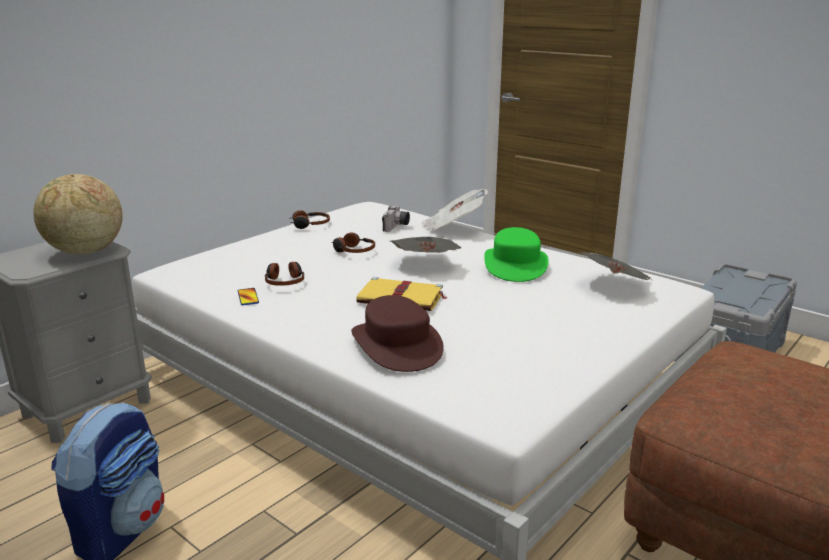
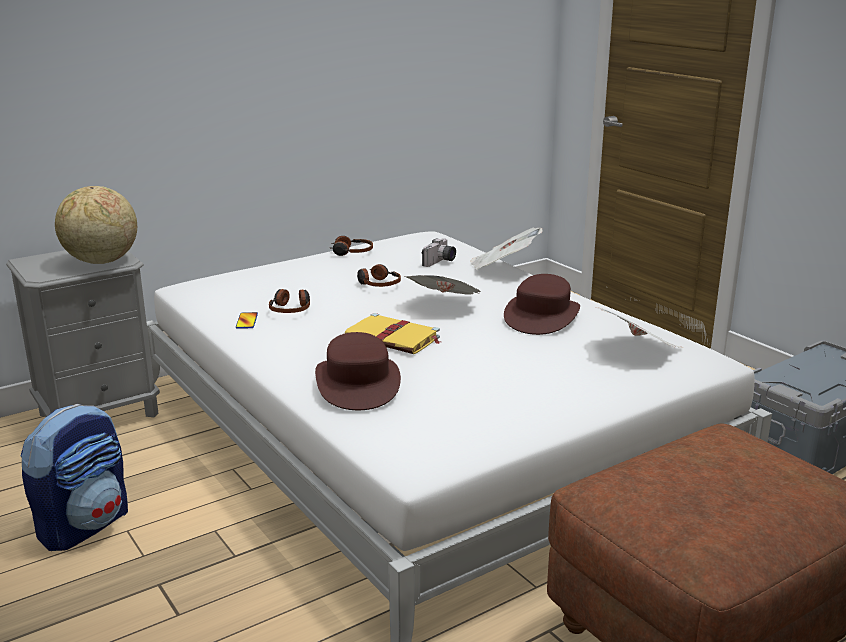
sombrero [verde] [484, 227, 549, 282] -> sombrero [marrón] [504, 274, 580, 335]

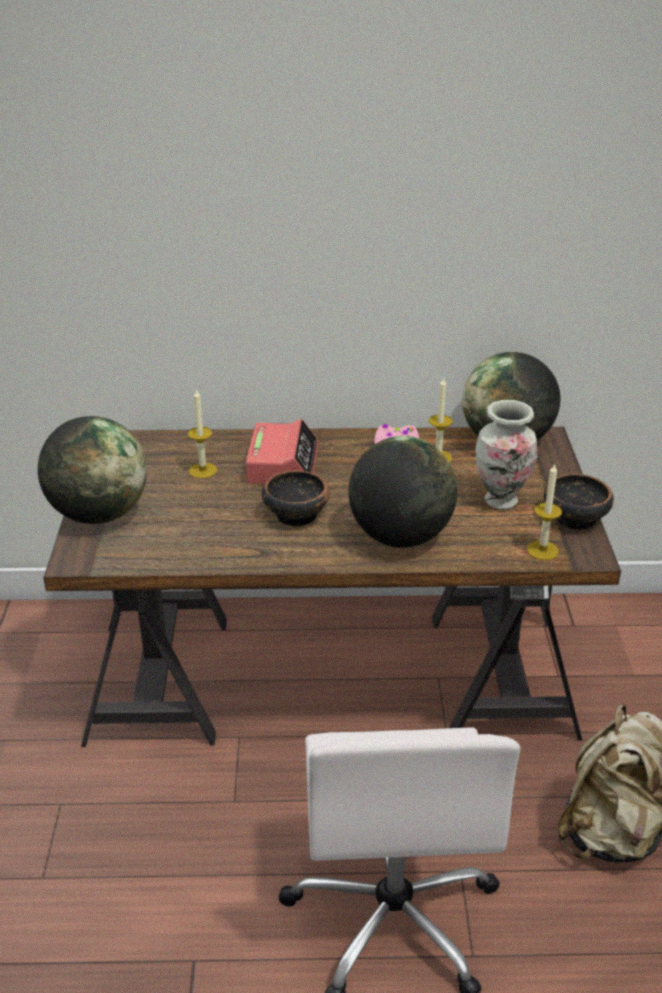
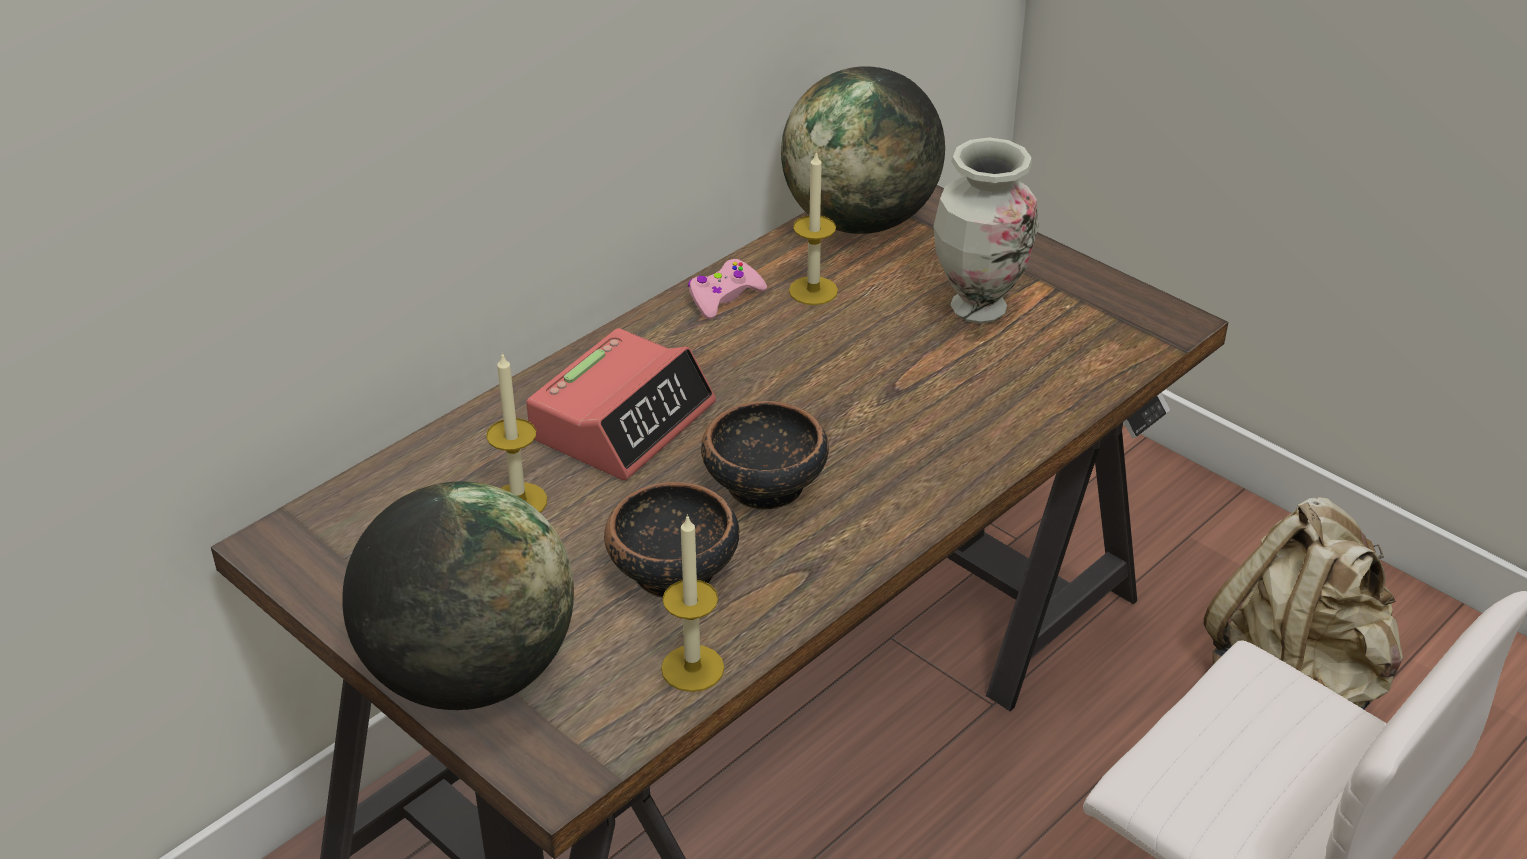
despertador [245, 419, 318, 484] -> despertador [526, 328, 716, 480], 75 degrees clockwise
globo terráqueo [348, 436, 457, 548] -> none
vela [527, 463, 562, 560] -> vela [661, 514, 725, 692], move
cuenco [544, 474, 614, 530] -> cuenco [604, 482, 739, 598], move

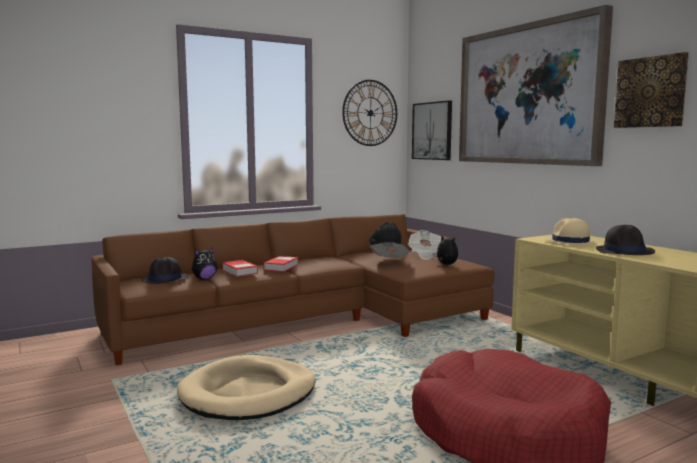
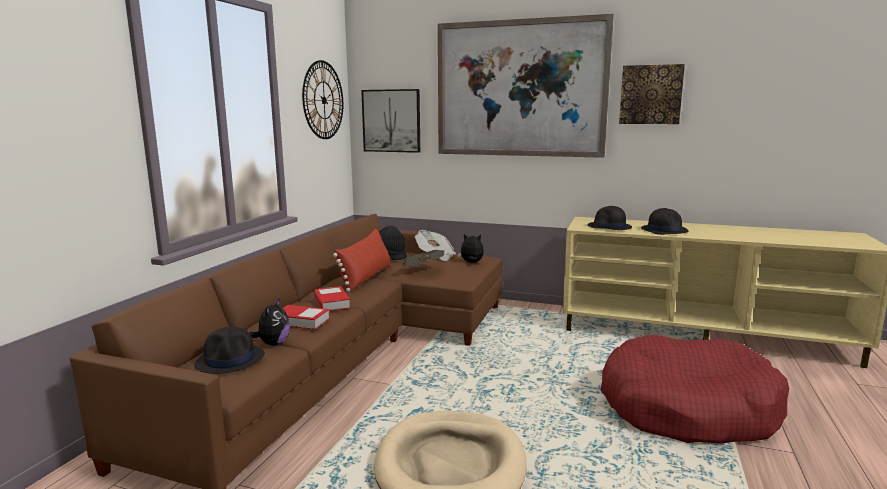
sombrero [beis] [545, 218, 597, 245] -> sombrero [negro] [588, 206, 632, 230]
none -> cojín [rojo] [333, 229, 391, 292]

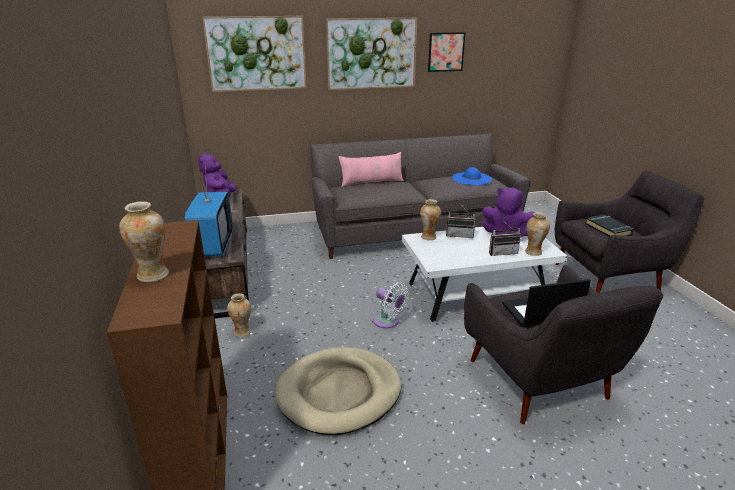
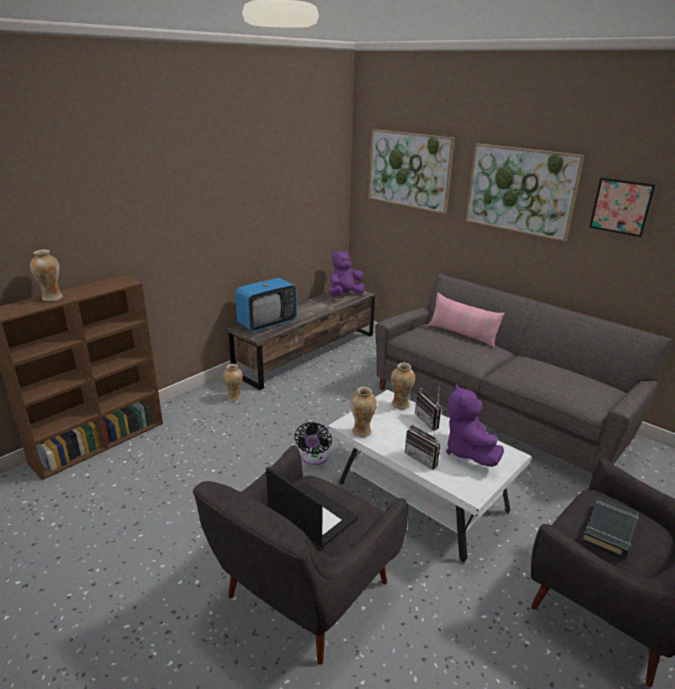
cama para perro [beis] [275, 347, 401, 435] -> none
ventilador [blanco] [373, 282, 409, 329] -> ventilador [negro] [294, 421, 332, 465]
sombrero [azul] [452, 167, 492, 185] -> none
florero [525, 212, 550, 256] -> florero [351, 387, 377, 437], move

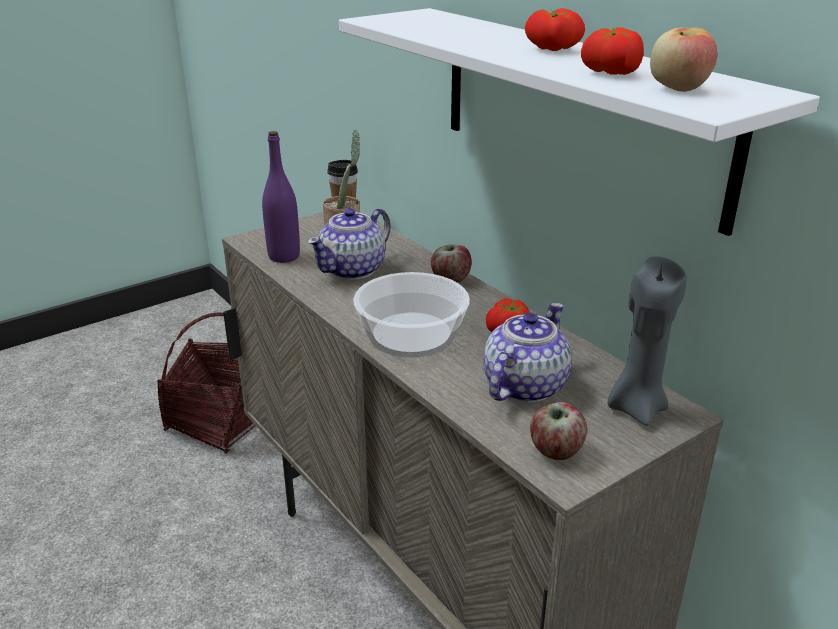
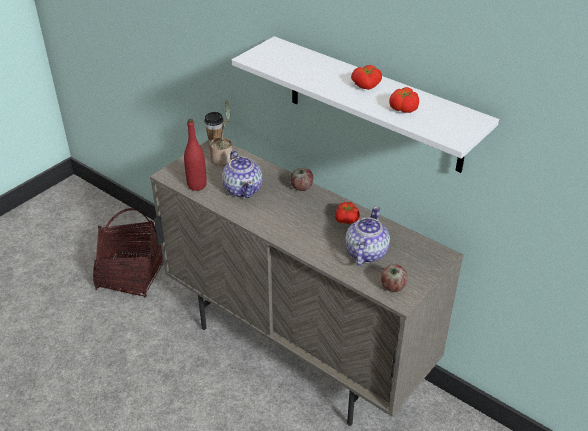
botella [morado] [262, 131, 300, 263] -> botella [rojo] [184, 119, 207, 191]
tetera [307, 208, 391, 280] -> tetera [222, 151, 263, 198], 45 degrees counterclockwise
cuenco [353, 272, 470, 358] -> none
vela [gris] [608, 256, 687, 426] -> none
manzana [650, 27, 717, 92] -> none

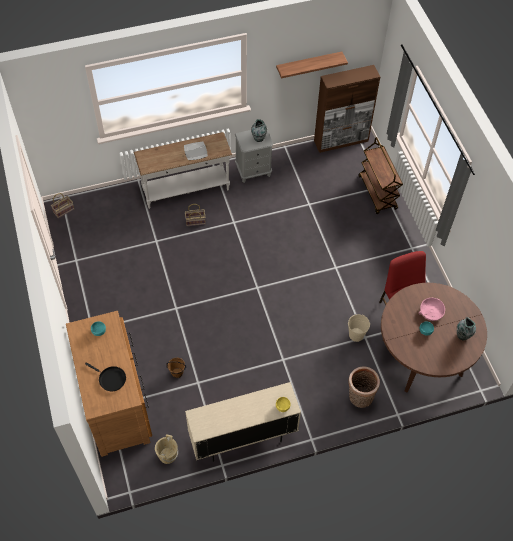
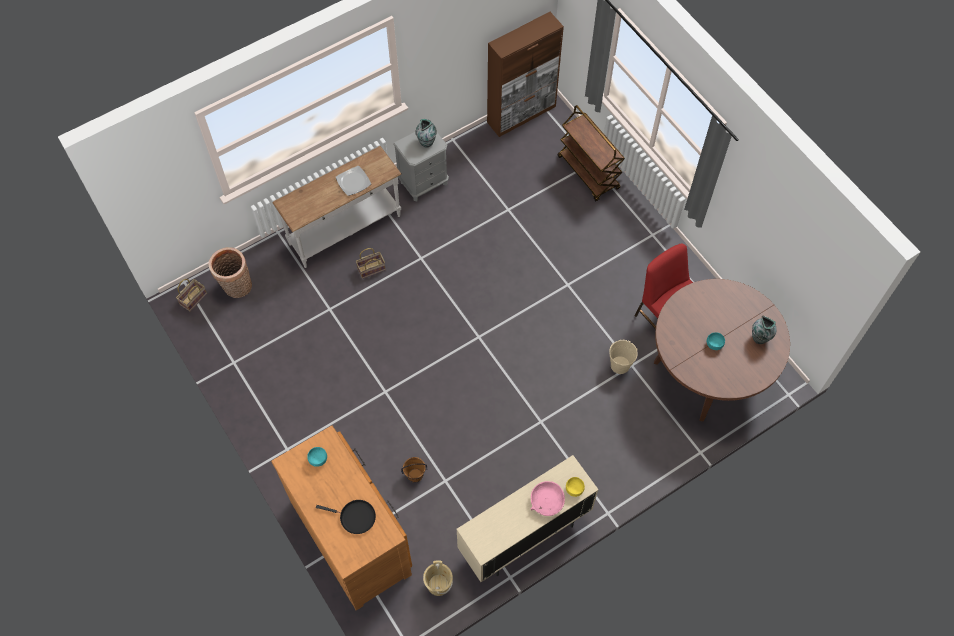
estante [276, 51, 348, 78] -> none
cesta [348, 366, 380, 408] -> cesta [209, 247, 252, 298], move
cuenco [rosa] [419, 298, 445, 321] -> cuenco [rosa] [530, 481, 565, 516], move

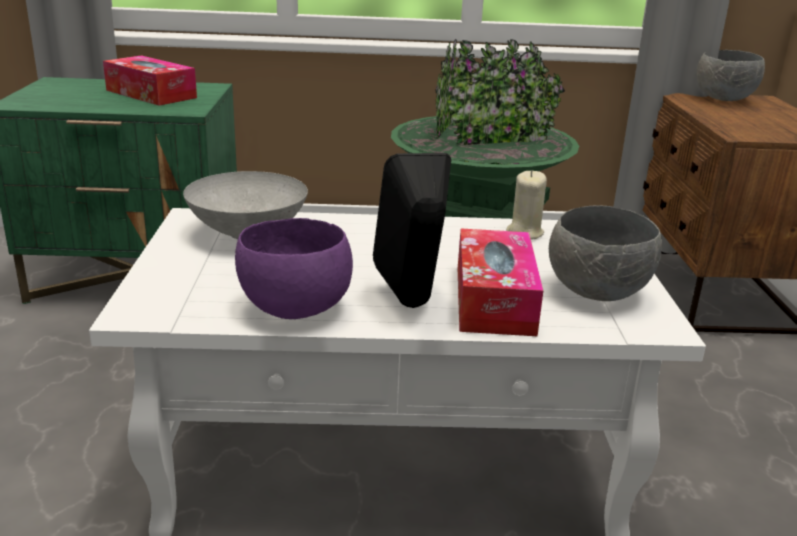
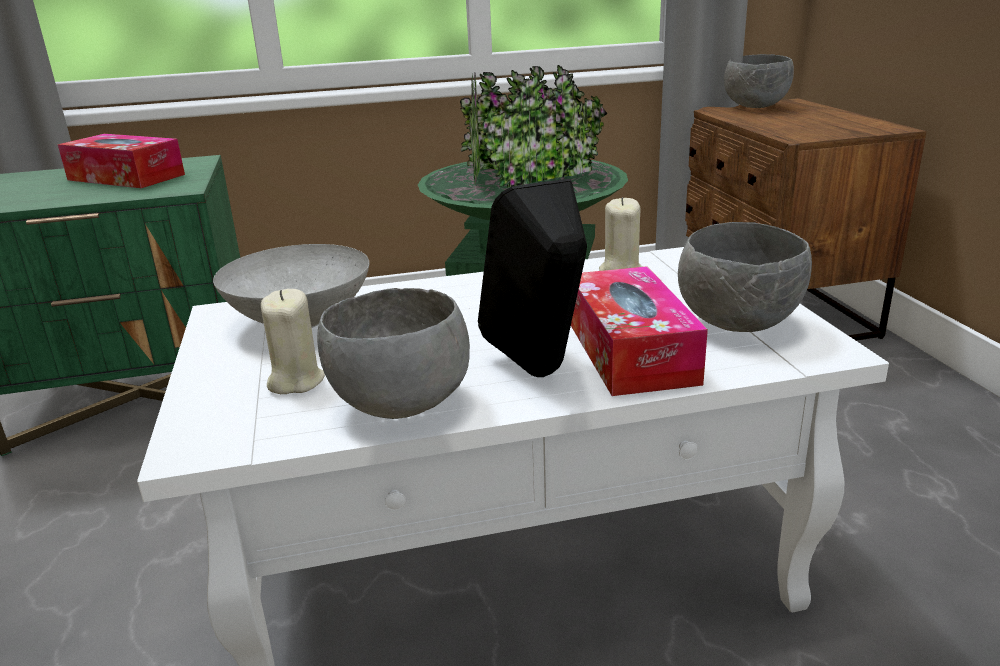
cuenco [morado] [235, 218, 353, 319] -> cuenco [gris] [317, 288, 470, 419]
none -> vela [beis] [261, 289, 325, 394]

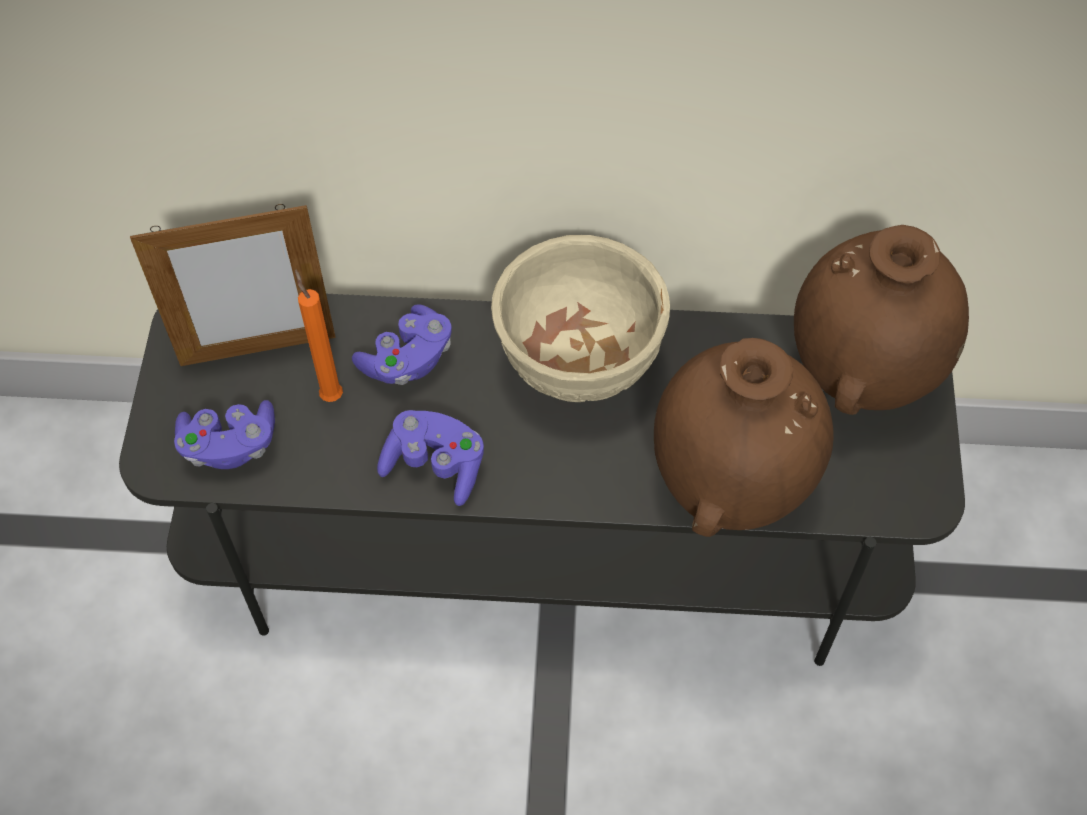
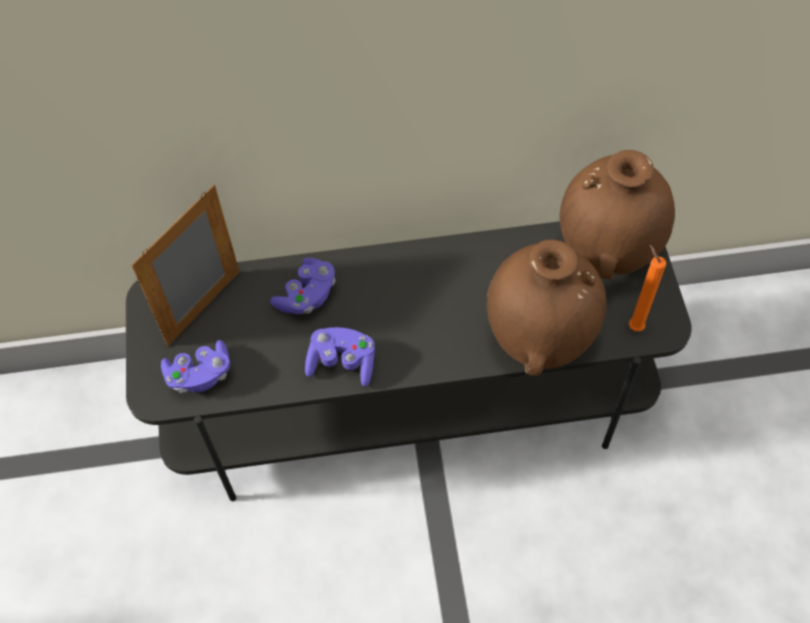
portarretratos [130, 204, 336, 366] -> portarretratos [132, 184, 239, 346], 150 degrees clockwise
vela [naranja] [295, 269, 343, 402] -> vela [naranja] [629, 245, 666, 331], move
cuenco [beis] [491, 235, 670, 402] -> none

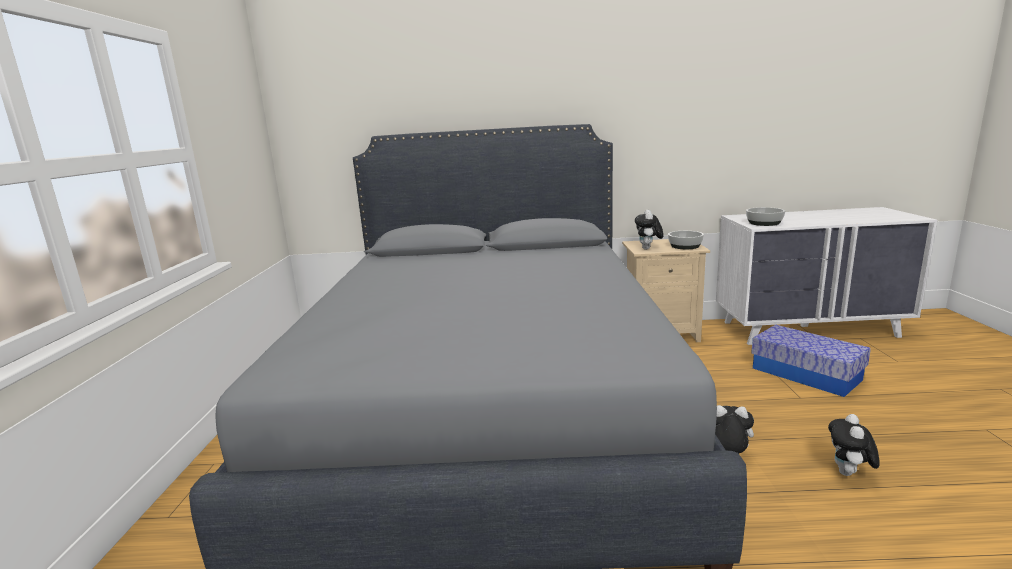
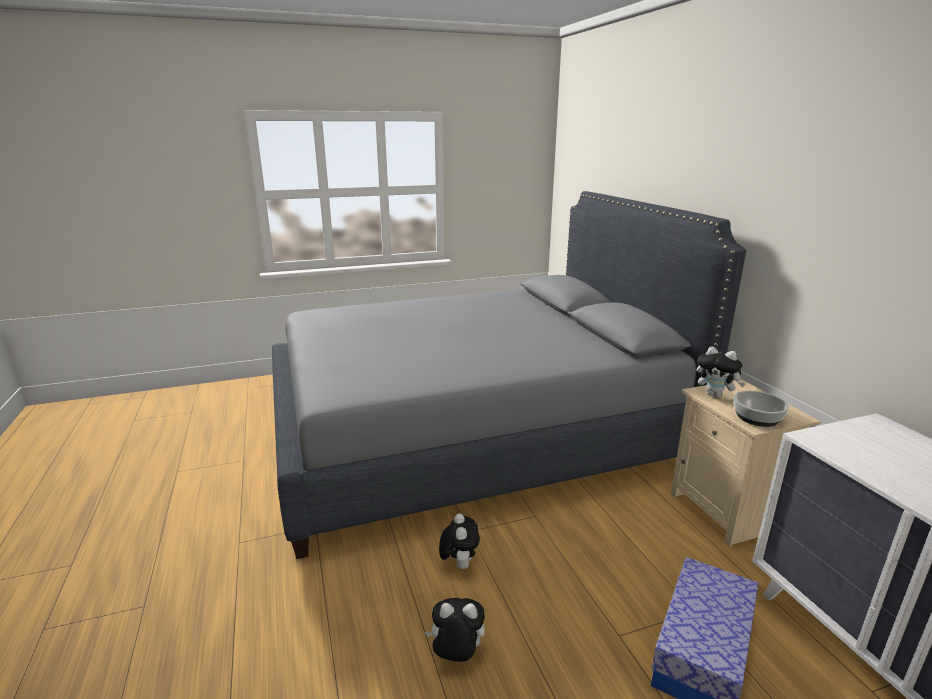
peluche [635, 210, 663, 249] -> peluche [697, 346, 745, 398], 135 degrees counterclockwise
cuenco [746, 207, 785, 226] -> none

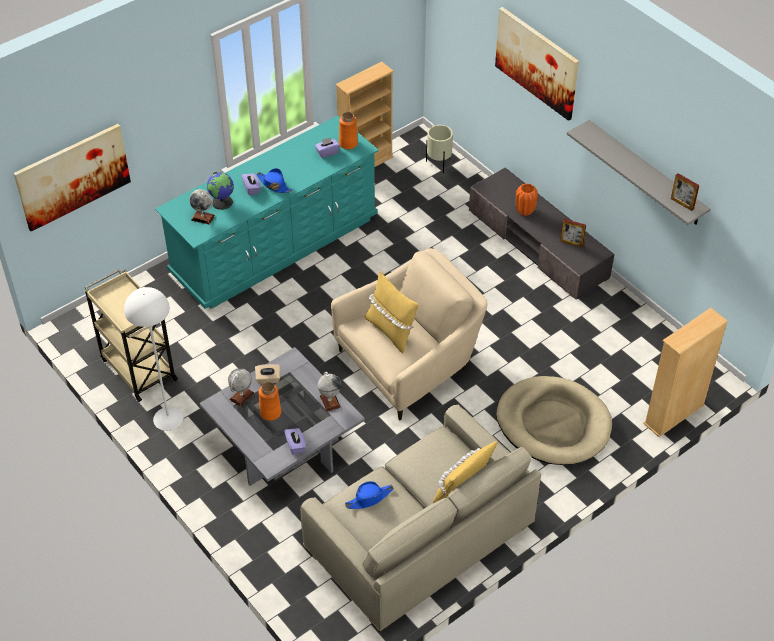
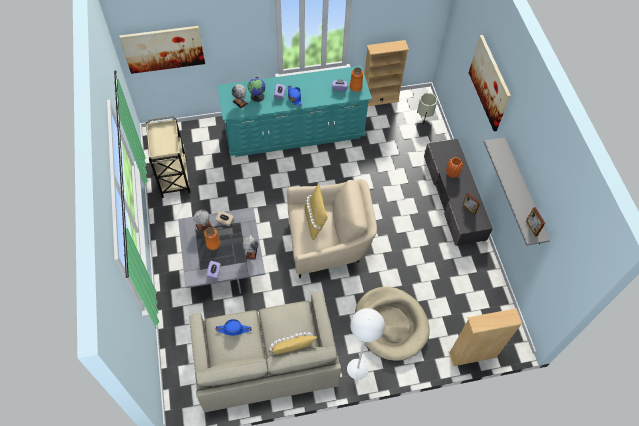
lámpara de pie [blanco] [124, 287, 184, 431] -> lámpara de pie [blanco] [347, 308, 385, 380], move

